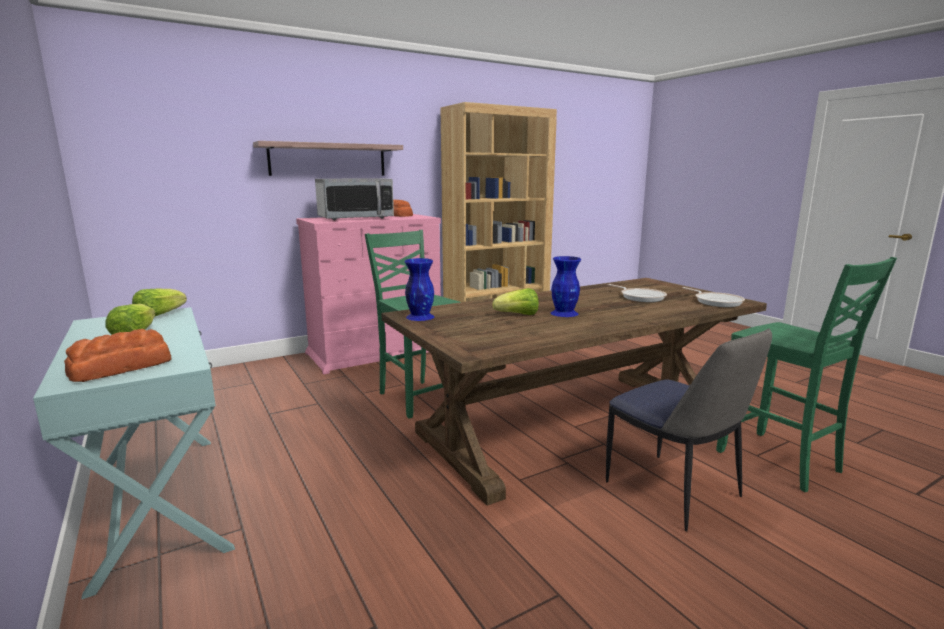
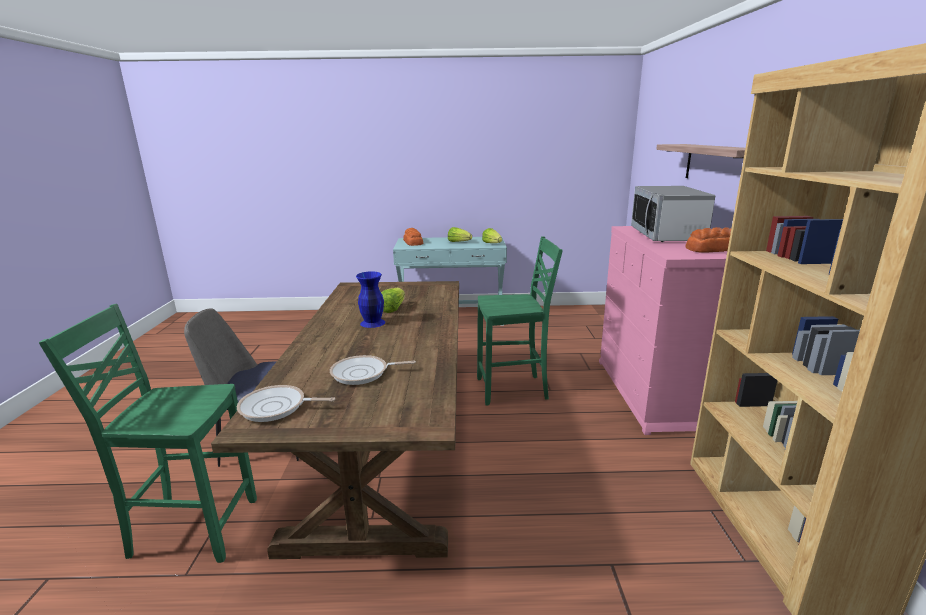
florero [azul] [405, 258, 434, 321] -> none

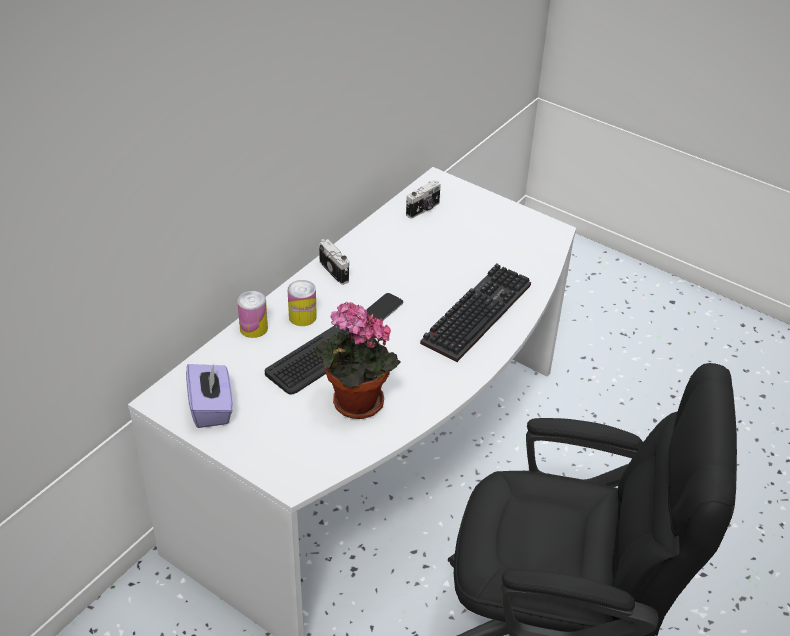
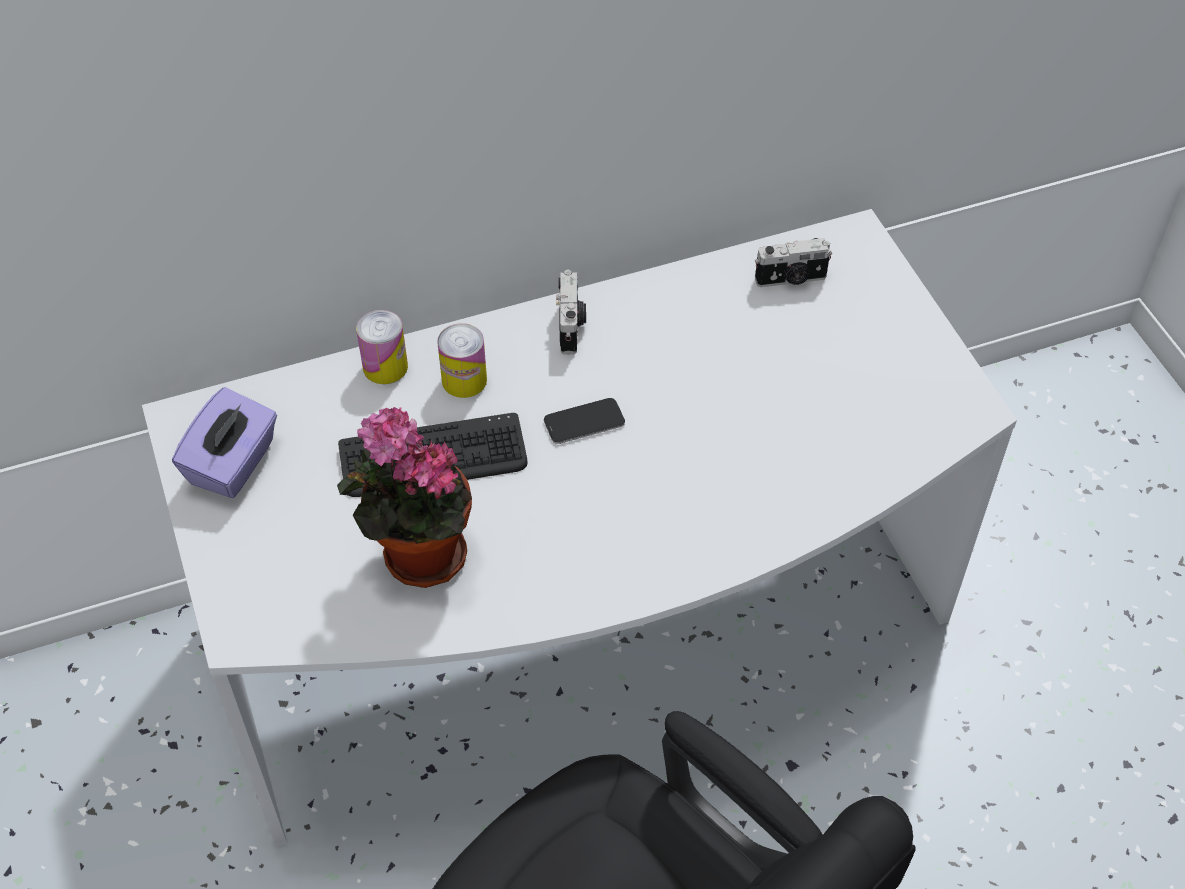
teclado [420, 264, 531, 362] -> none

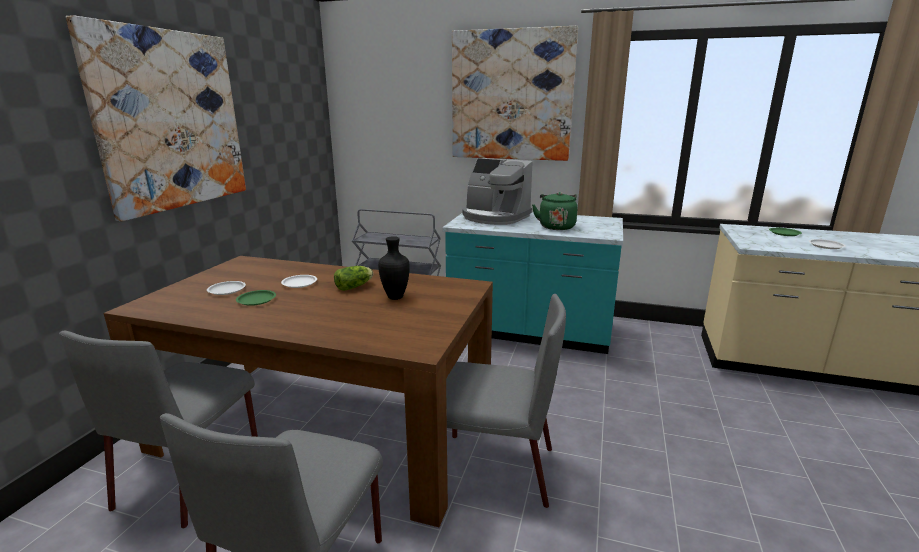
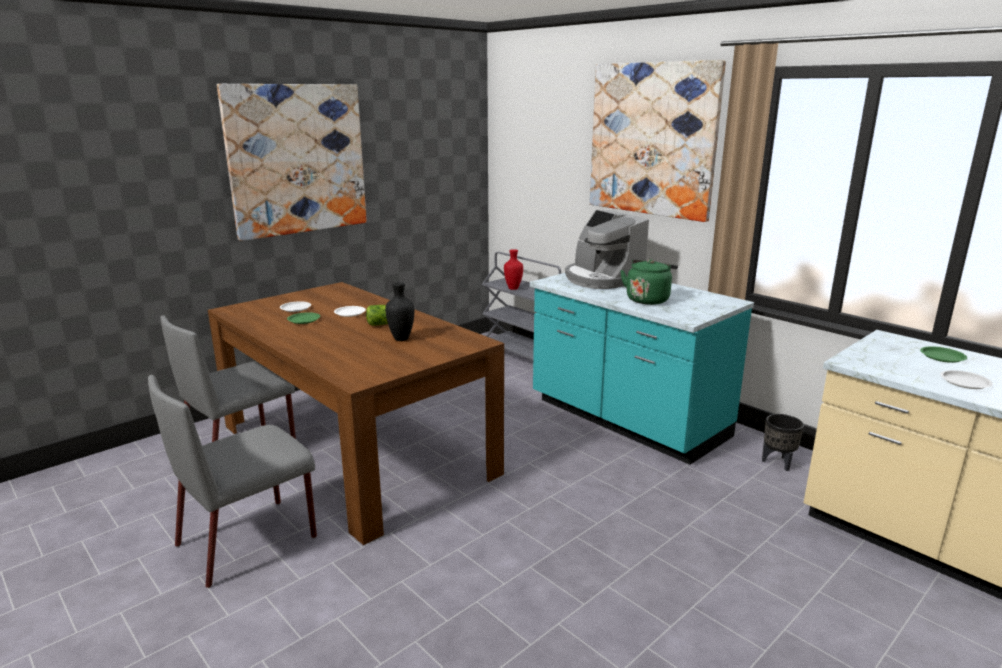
silla [gris] [446, 294, 566, 508] -> none
none -> florero [rojo] [504, 249, 523, 290]
none -> maceta [negro] [762, 414, 804, 471]

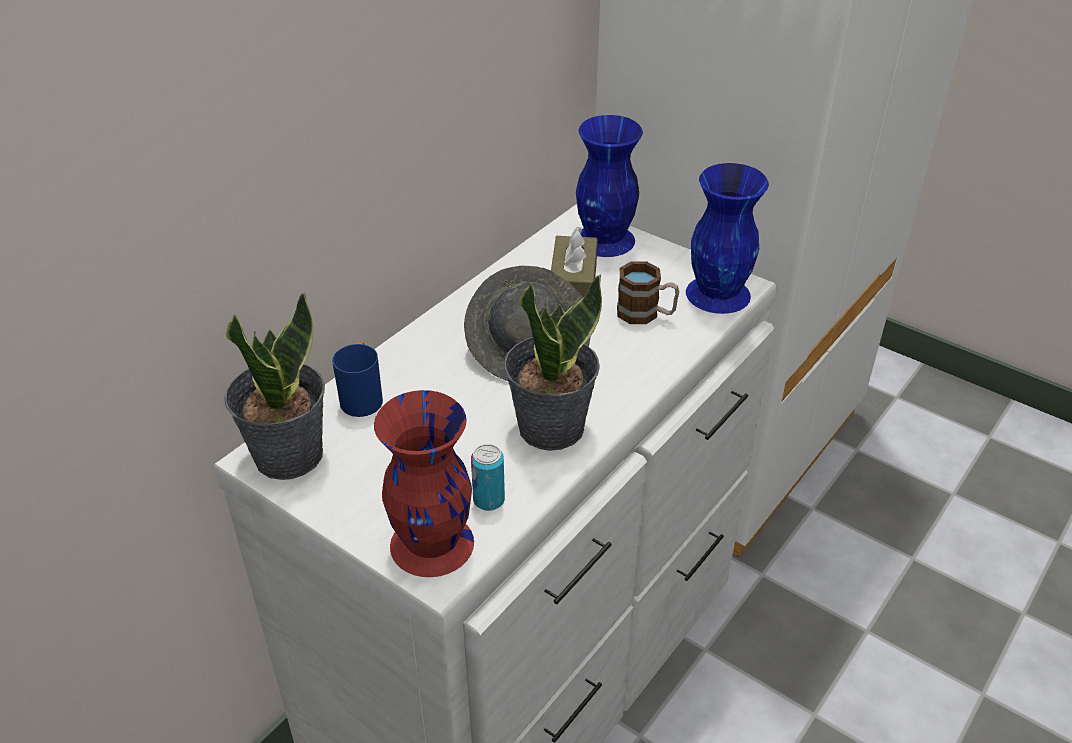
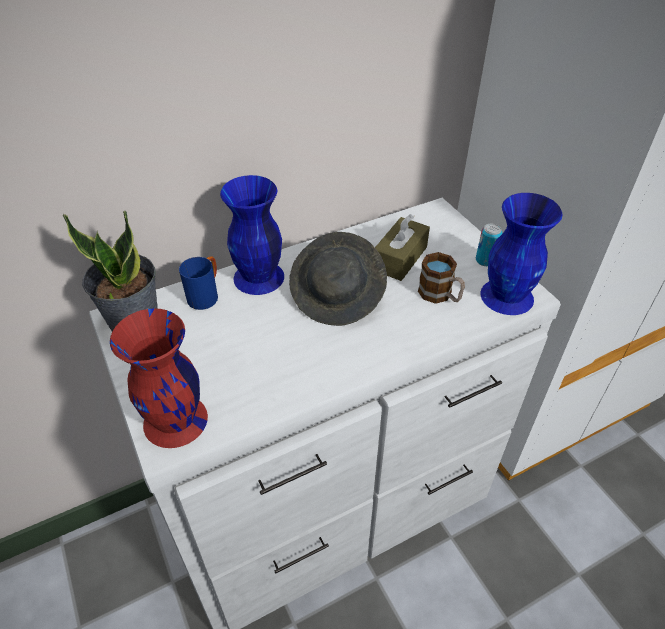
lata [471, 444, 505, 511] -> lata [476, 224, 502, 266], move
planta en maceta [504, 274, 602, 451] -> none
florero [azul] [576, 115, 643, 257] -> florero [azul] [220, 175, 284, 295], move

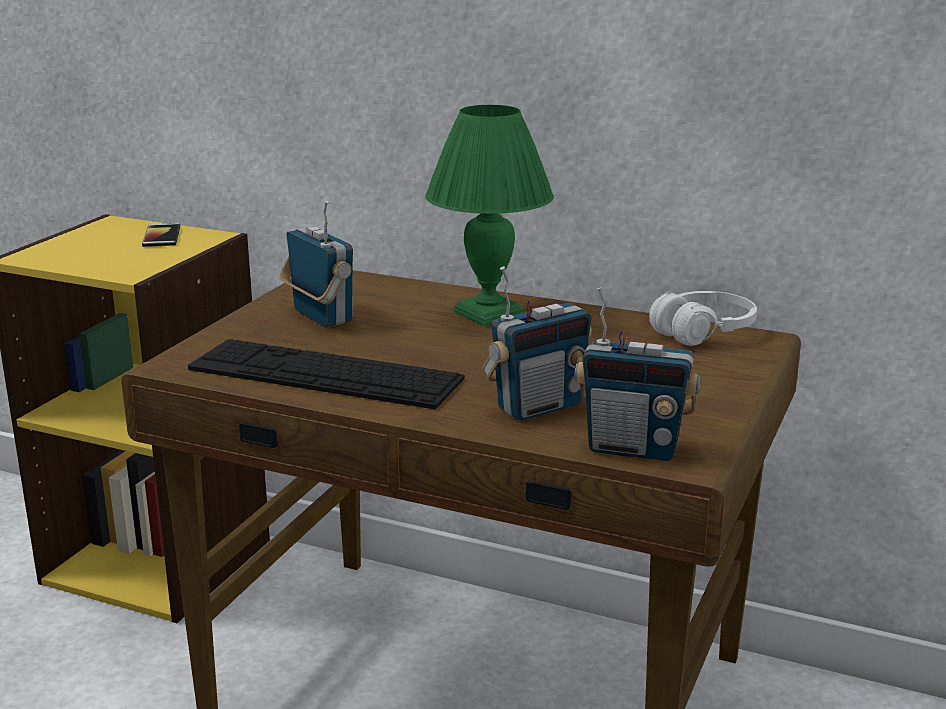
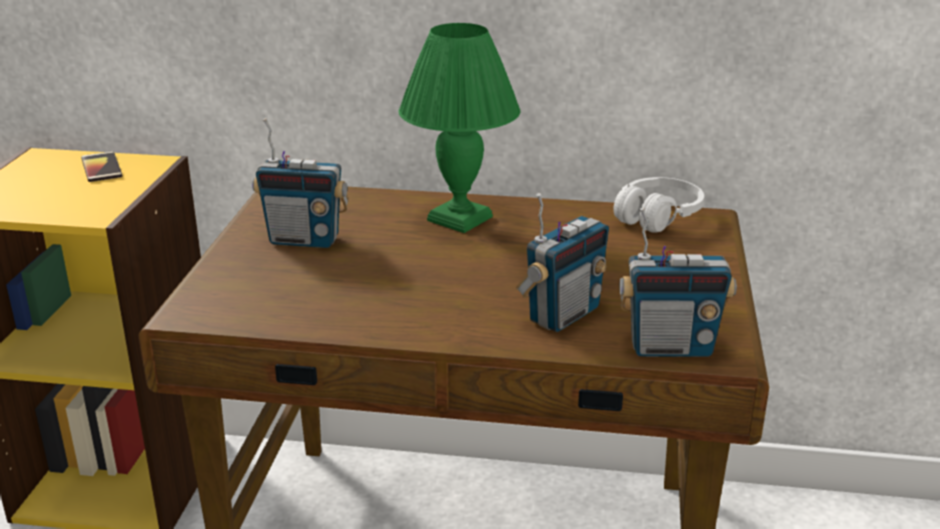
teclado [188, 339, 465, 409] -> none
radio [280, 201, 353, 327] -> radio [252, 118, 349, 248], 150 degrees clockwise

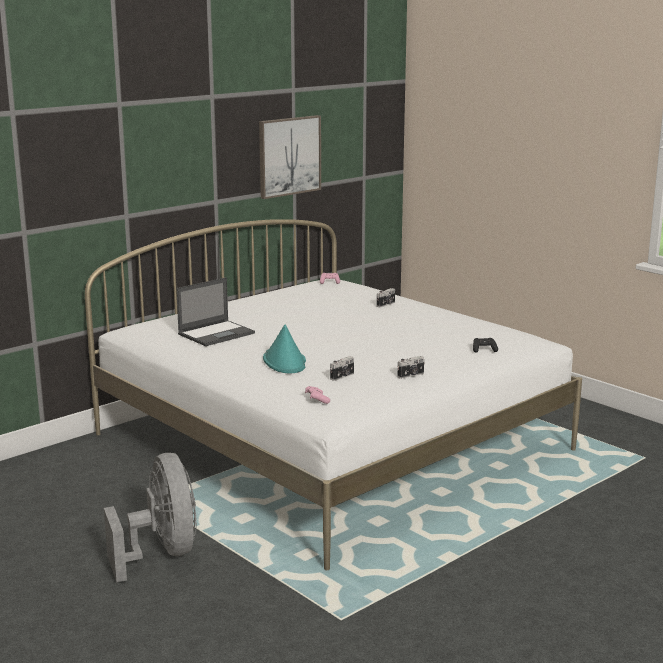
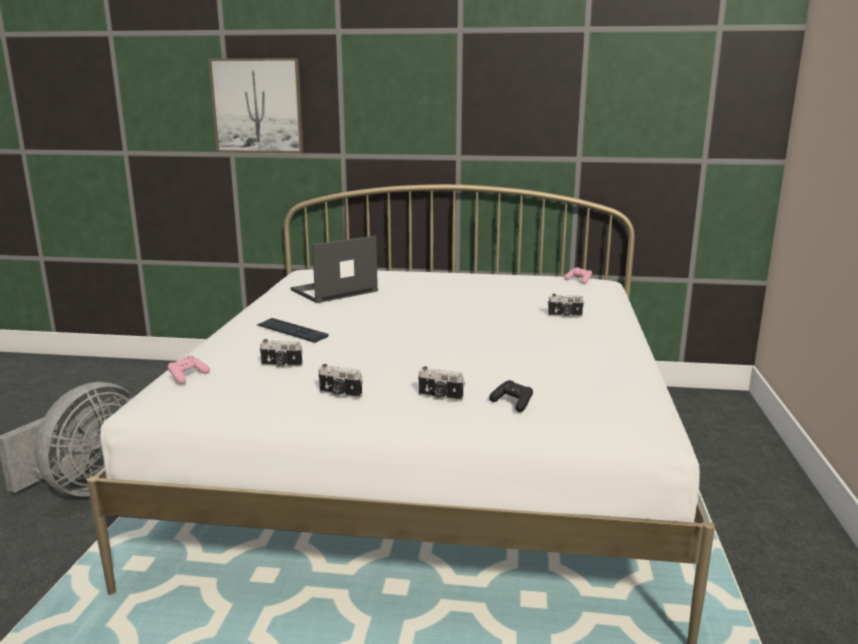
portátil [176, 277, 255, 346] -> portátil [290, 236, 378, 303], 135 degrees clockwise
cuadro [259, 115, 321, 199] -> cuadro [208, 58, 304, 153], move
sombrero [turquesa] [263, 324, 306, 373] -> teclado [257, 318, 329, 343]
none -> cámara [418, 366, 465, 401]

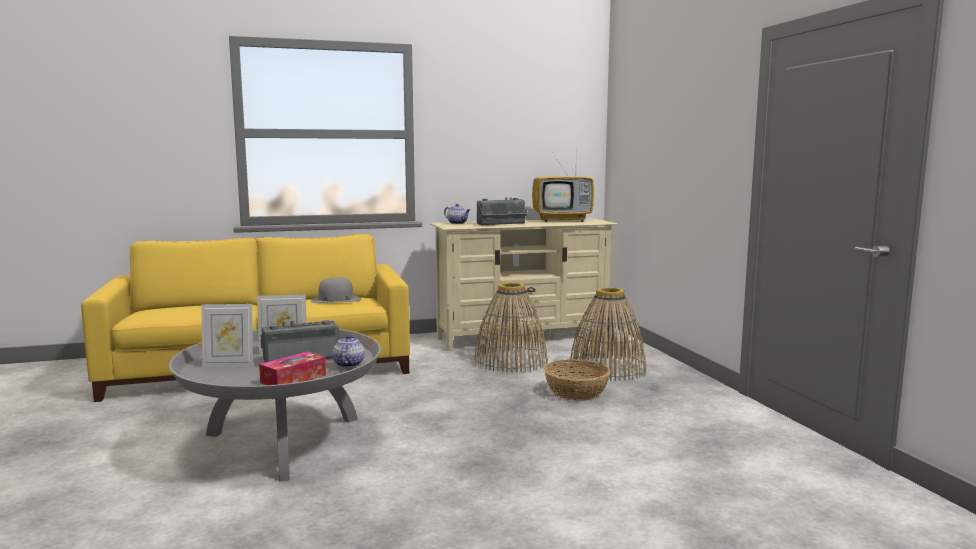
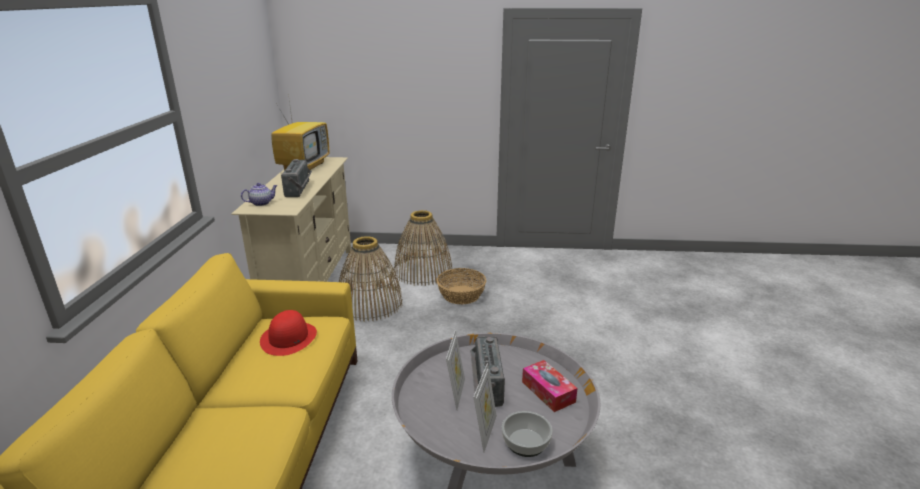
sombrero [gris] [311, 277, 361, 303] -> sombrero [rojo] [260, 310, 317, 356]
tetera [332, 335, 364, 368] -> none
none -> cuenco [502, 411, 553, 457]

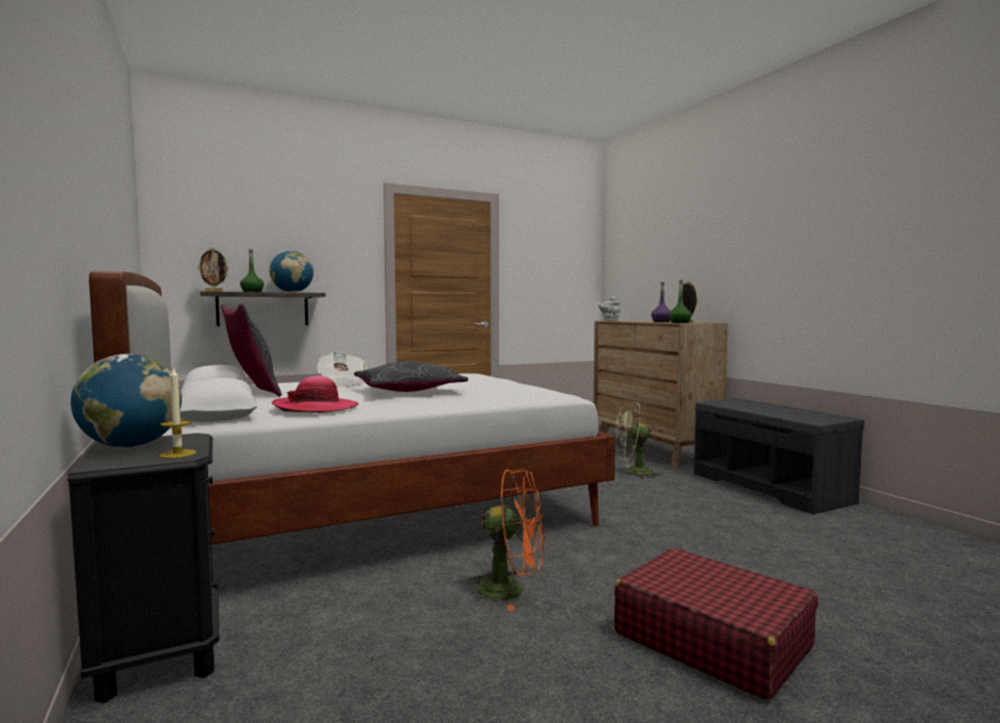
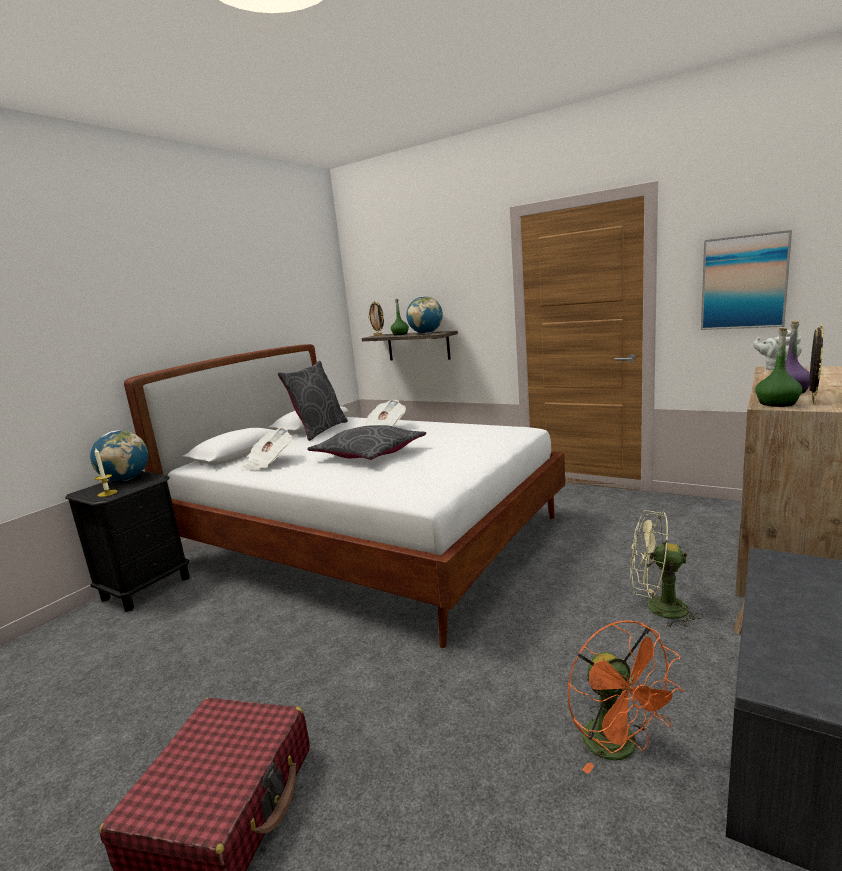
sombrero [272, 375, 359, 413] -> periódico [241, 428, 292, 471]
ventilador [naranja] [467, 469, 545, 611] -> ventilador [naranja] [568, 620, 684, 774], move
ventilador [verde] [614, 401, 661, 479] -> ventilador [verde] [630, 510, 704, 628], 45 degrees counterclockwise
none -> cuadro [701, 230, 792, 330]

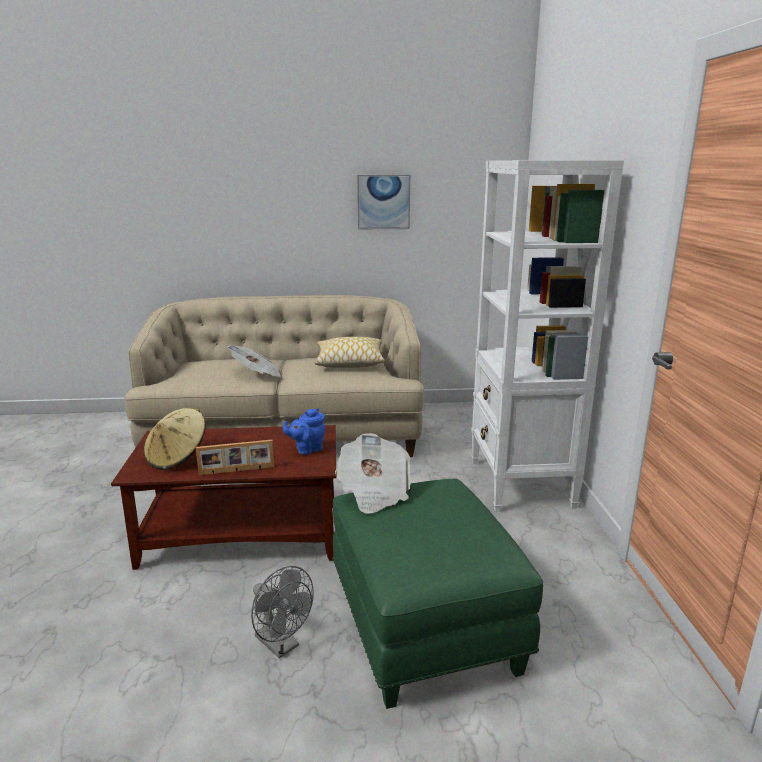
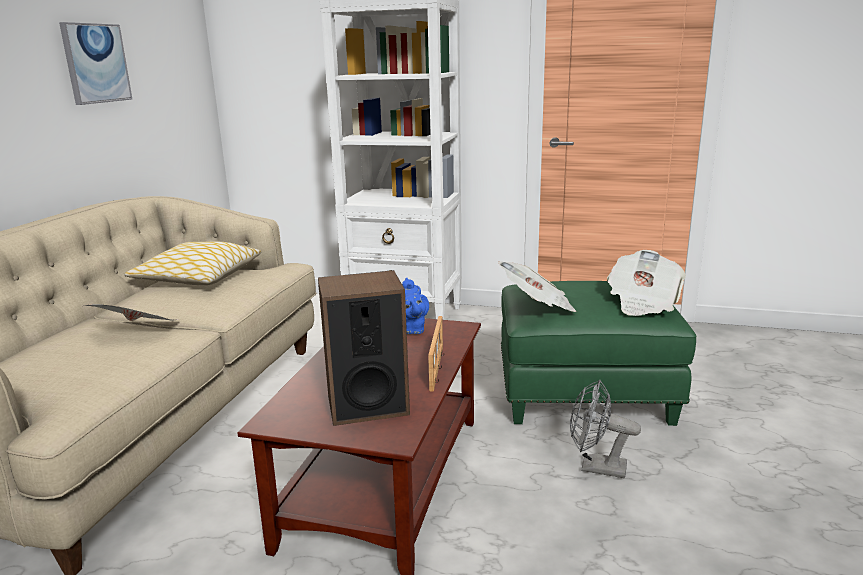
sombrero [beis] [144, 408, 206, 470] -> altavoz [318, 270, 410, 426]
ventilador [gris] [251, 566, 314, 659] -> ventilador [gris] [570, 380, 641, 478], 135 degrees counterclockwise
none -> periódico [607, 250, 686, 316]

